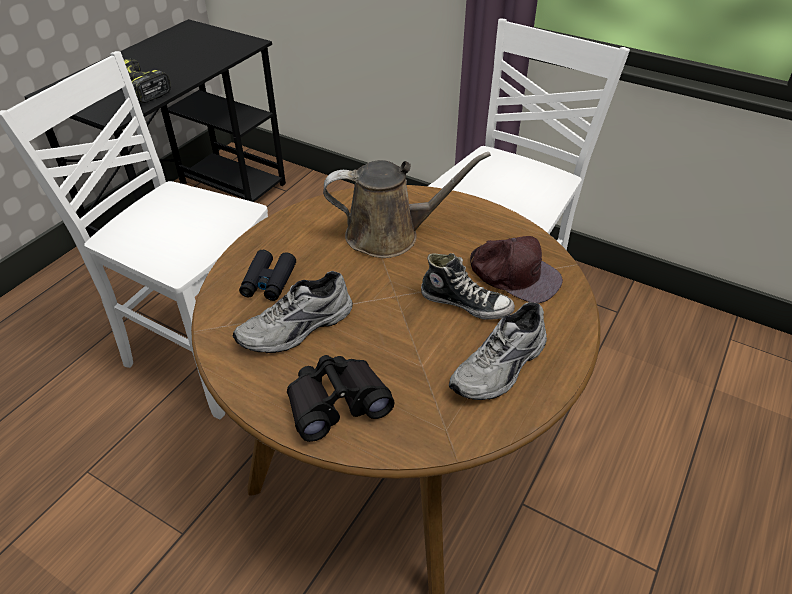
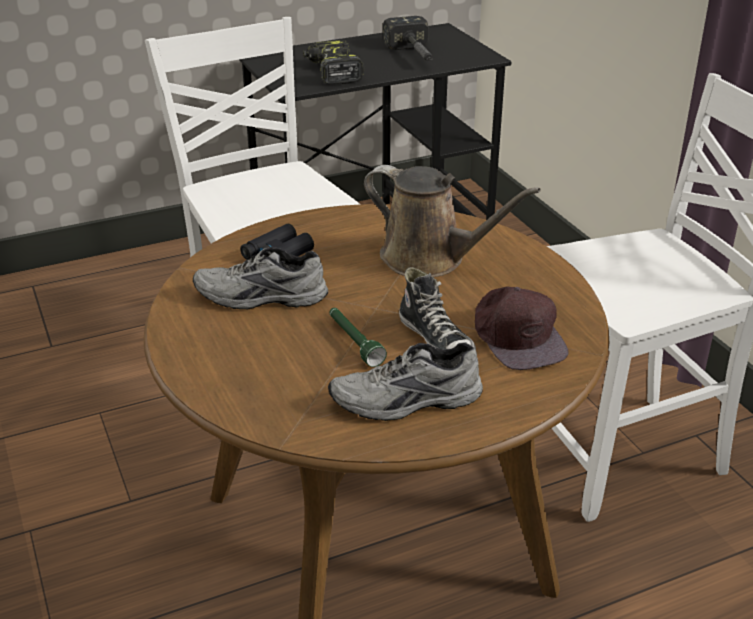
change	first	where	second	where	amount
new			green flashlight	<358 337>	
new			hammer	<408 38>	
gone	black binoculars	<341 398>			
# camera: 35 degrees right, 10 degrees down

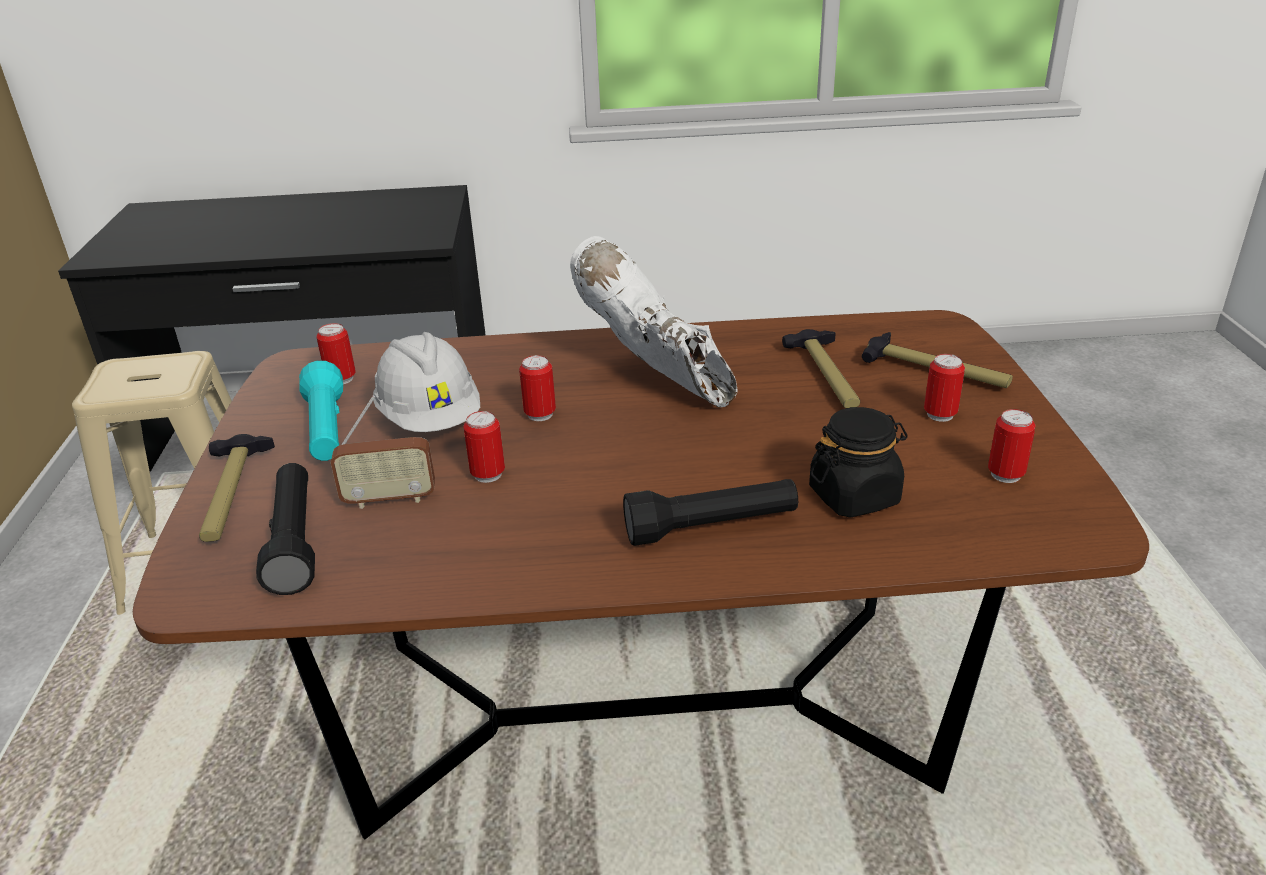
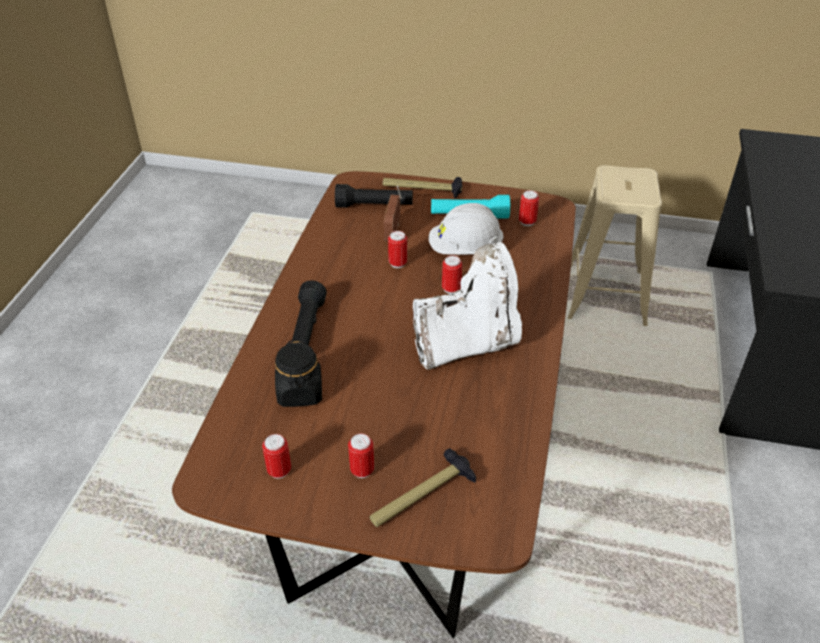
change	first	where	second	where	amount
gone	hammer	<821 368>			
# camera: 105 degrees right, 10 degrees up

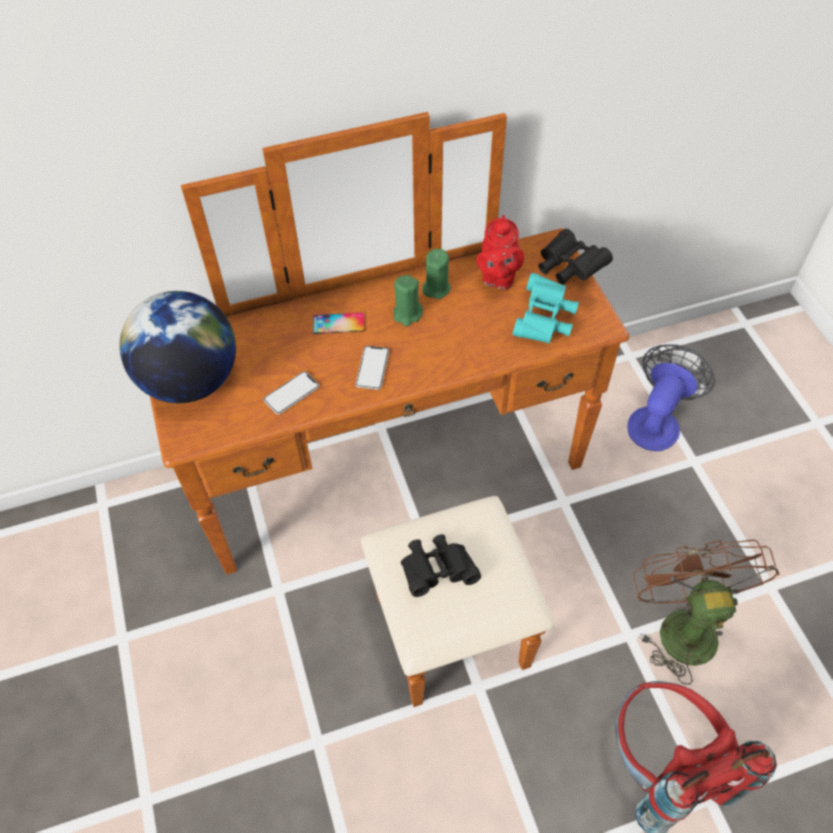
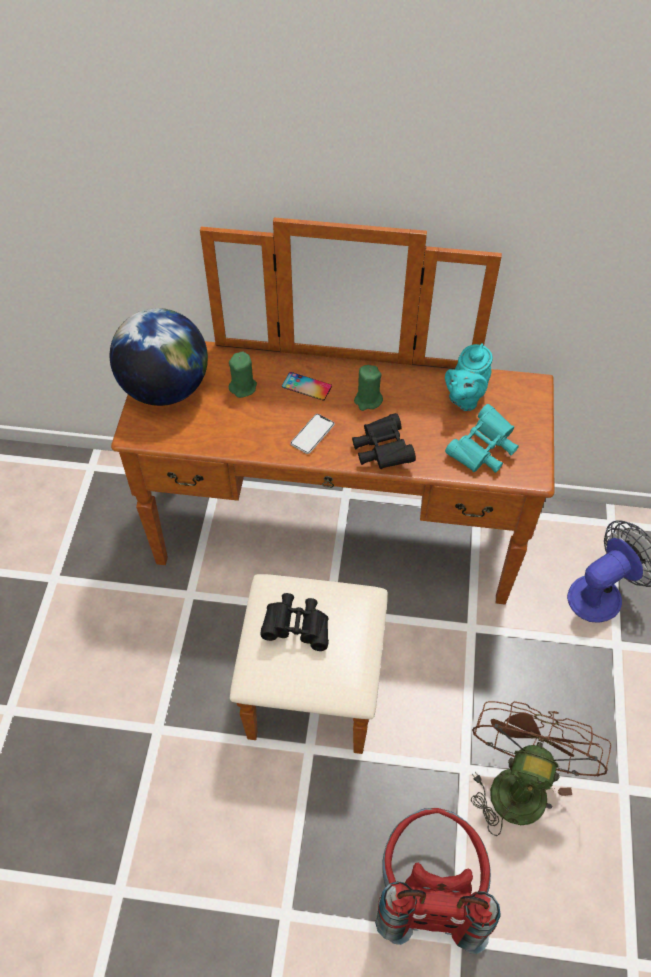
change	first	where	second	where	amount
shifted	green candle	<436 274>		<243 375>	
shifted	black binoculars	<575 256>		<384 441>	
repainted	red teapot	<500 252>	turquoise teapot	<469 377>	
gone	phone	<291 392>			
# camera: 25 degrees right, 0 degrees up

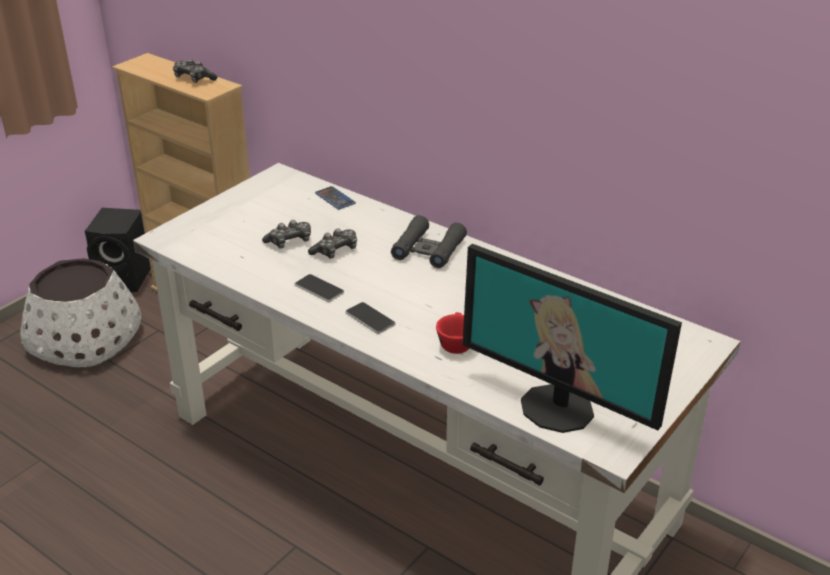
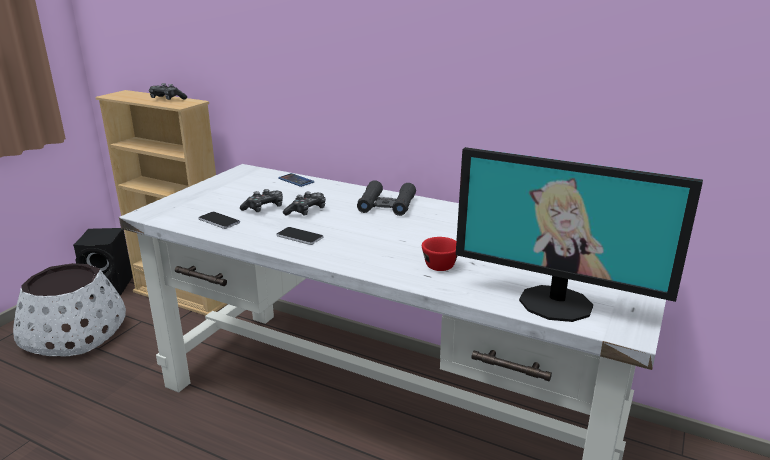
change	first	where	second	where	amount
shifted	phone	<370 318>		<219 220>	
# camera: 10 degrees left, 10 degrees down

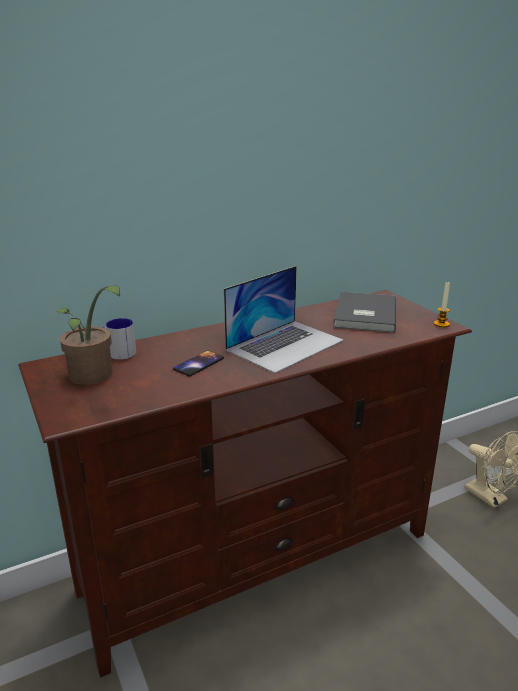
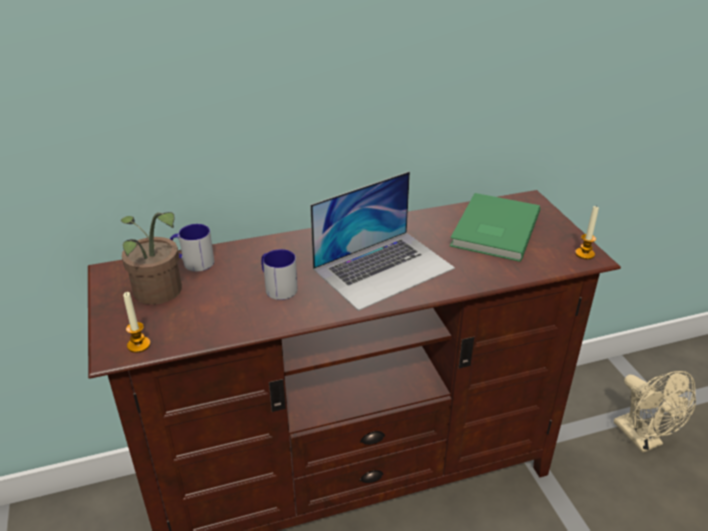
change	first	where	second	where	amount
new			candle	<137 322>	
swapped	phone	<198 363>	mug	<279 274>	
repainted	grey book	<364 312>	green book	<495 227>	
# camera: 10 degrees right, 10 degrees up

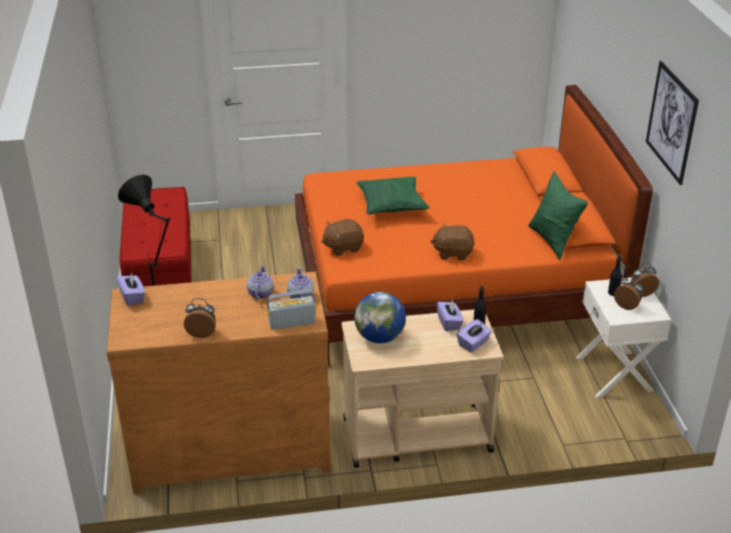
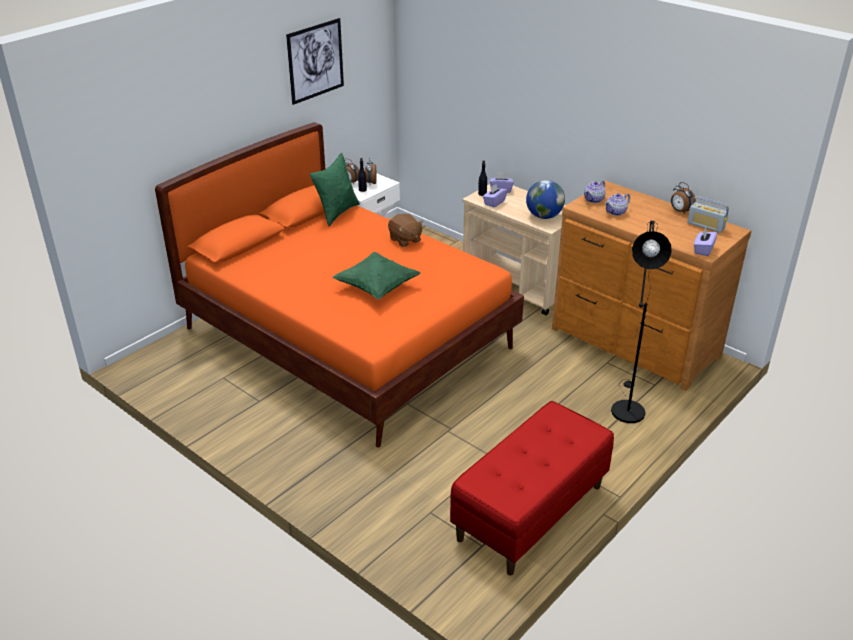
change	first	where	second	where	amount
shifted	radio	<291 309>		<708 214>	
gone	brown plush toy	<342 237>			
# camera: 130 degrees left, 0 degrees up

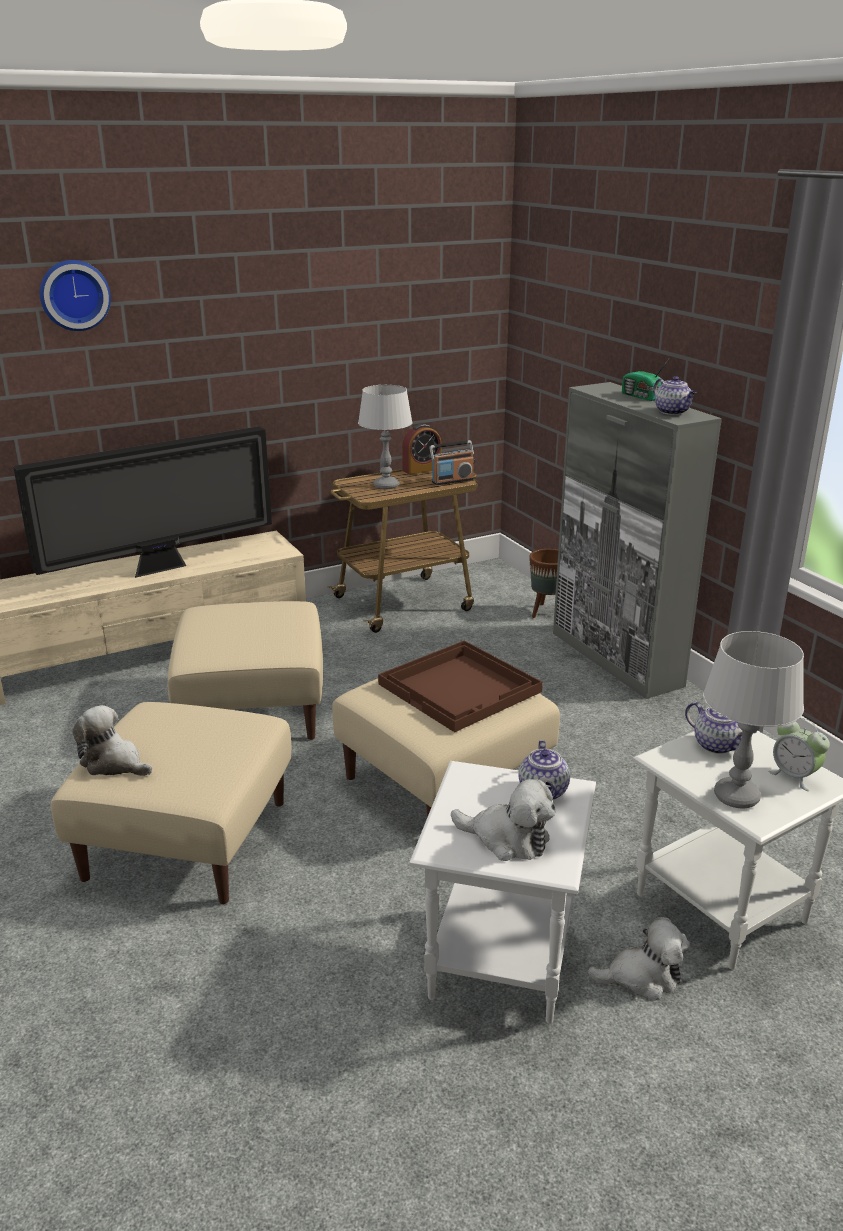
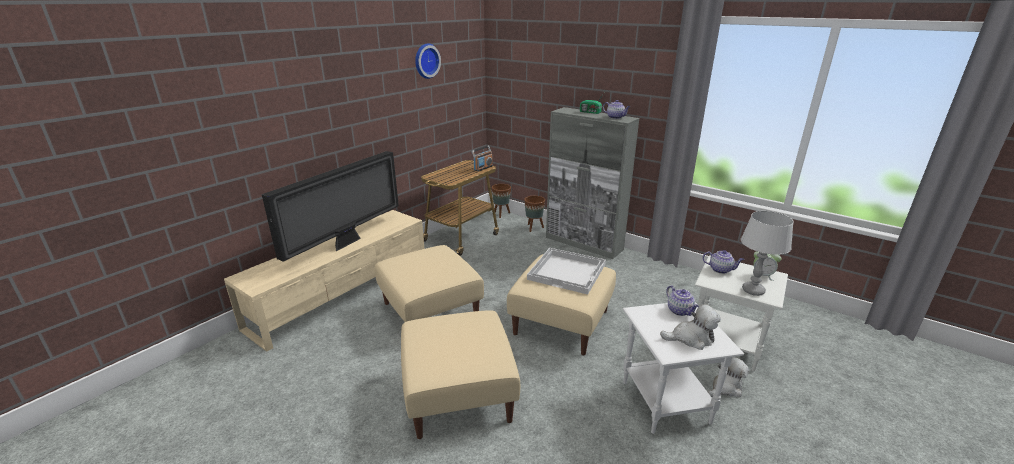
change	first	where	second	where	amount
shifted	wall clock	<75 295>		<428 61>	
new			brown planter	<501 201>	
repainted	brown tray	<460 686>	white tray	<566 271>	
gone	plush toy	<112 740>			
gone	grey table lamp	<385 437>			
gone	alarm clock	<421 449>			
# camera: 25 degrees left, 0 degrees up

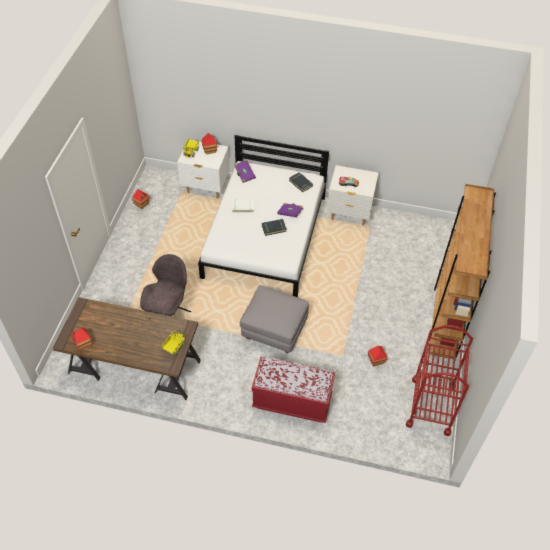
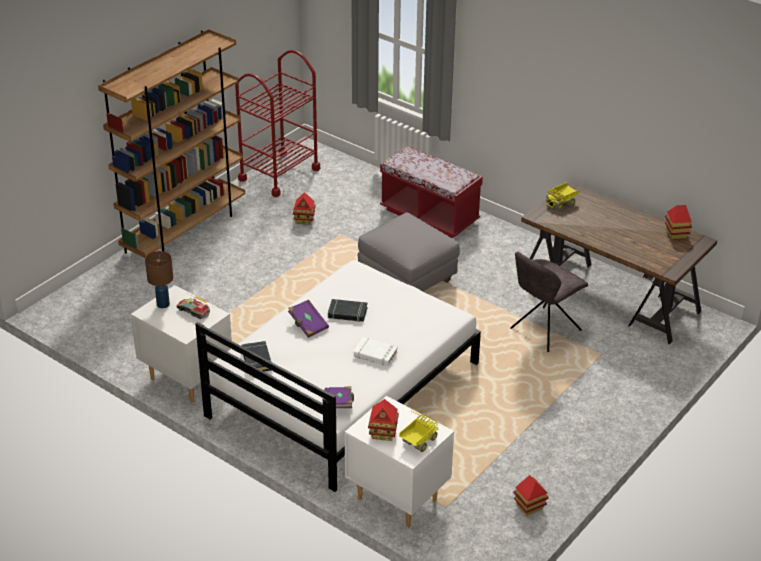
change	first	where	second	where	amount
new			brown table lamp	<159 279>	
# camera: 155 degrees left, 15 degrees down

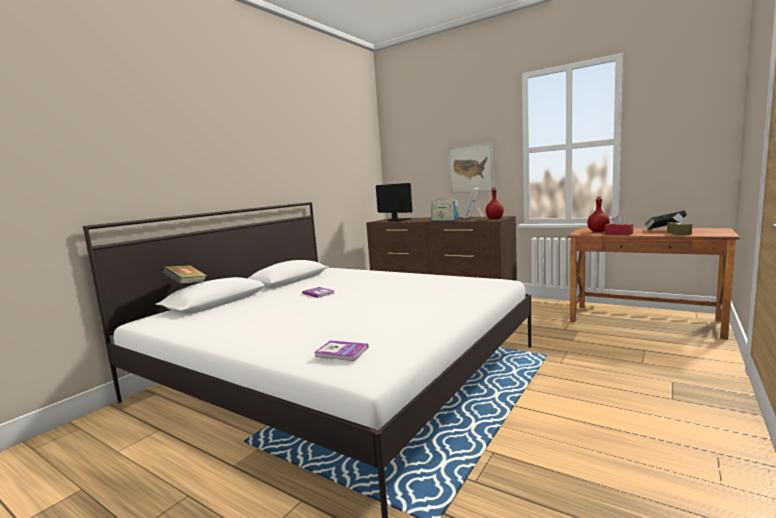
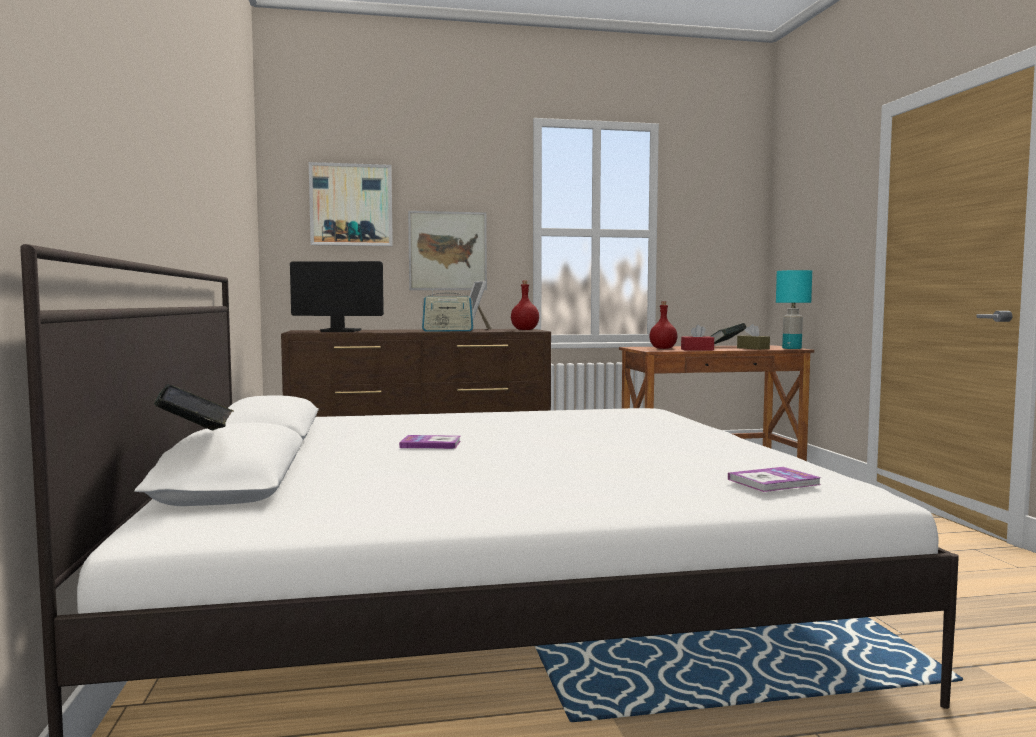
change	first	where	second	where	amount
new			picture	<351 204>	
new			turquoise table lamp	<794 309>	
# camera: 45 degrees left, 5 degrees down

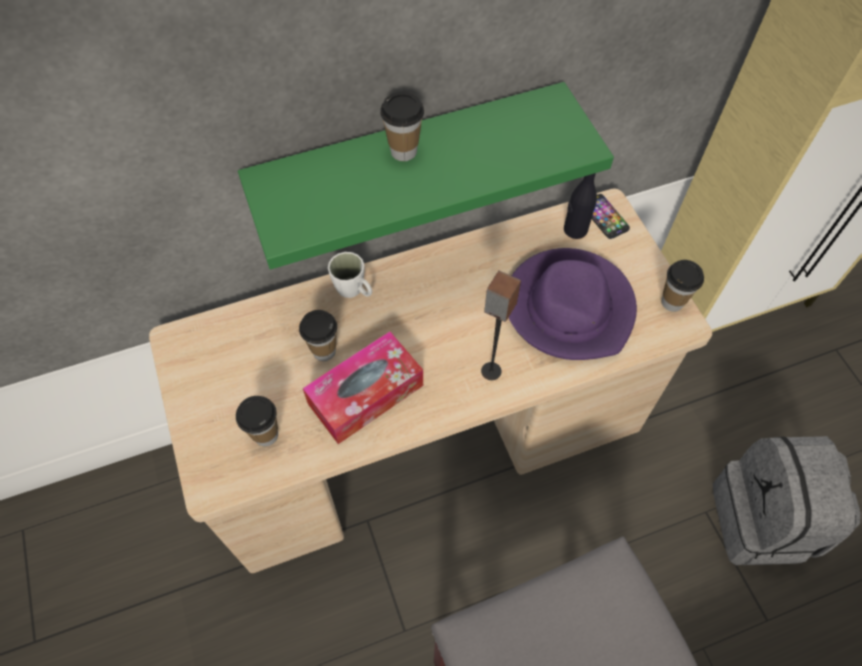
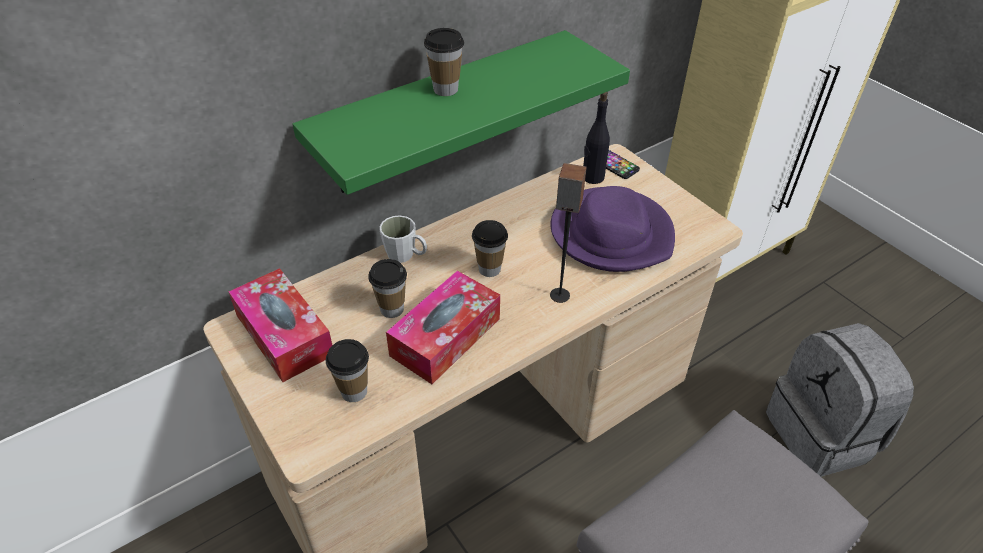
change	first	where	second	where	amount
new			tissue box	<280 325>	
shifted	cup	<682 286>		<490 248>	
# camera: 15 degrees left, 15 degrees down

